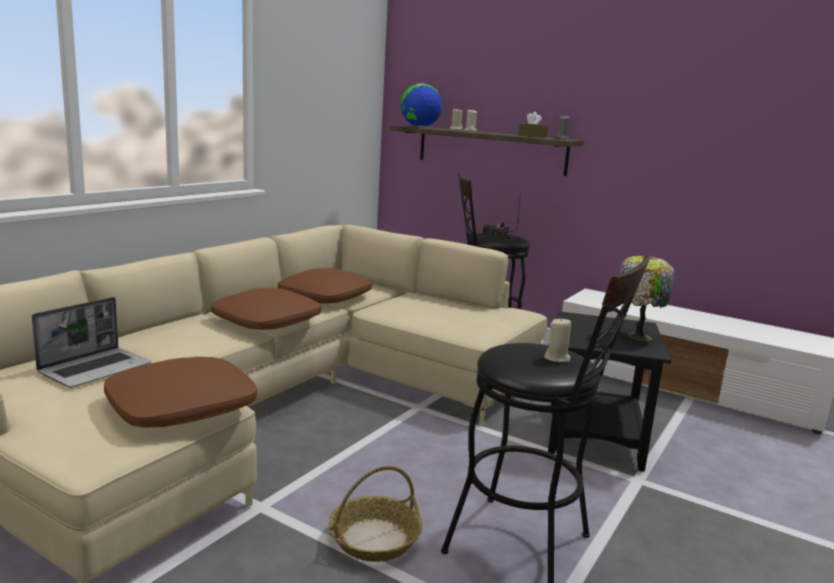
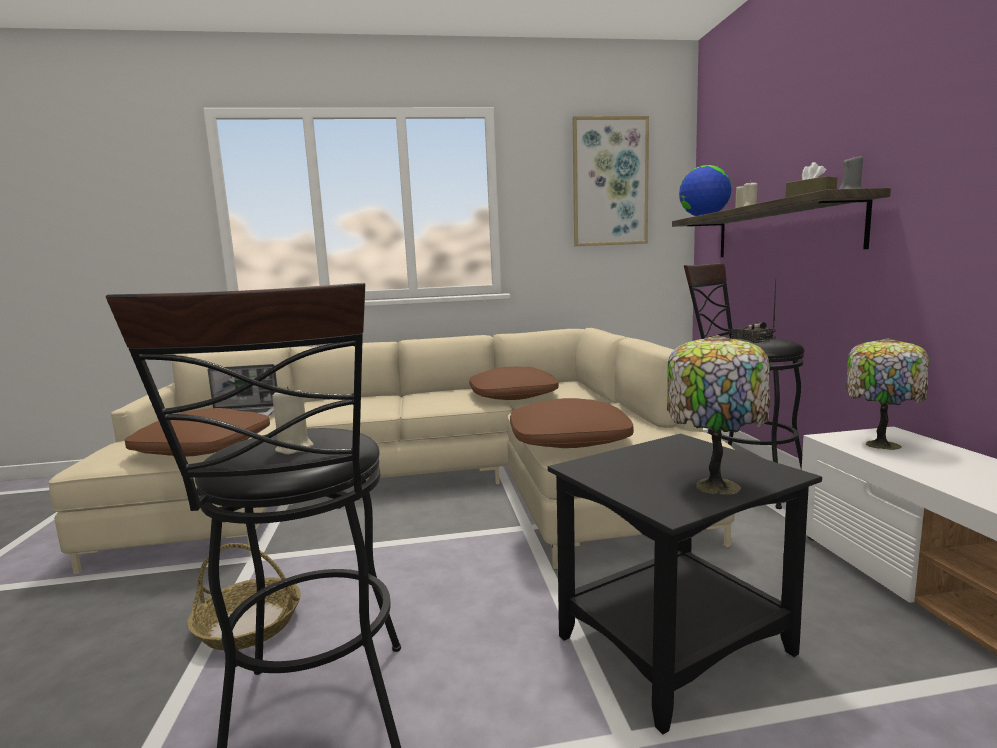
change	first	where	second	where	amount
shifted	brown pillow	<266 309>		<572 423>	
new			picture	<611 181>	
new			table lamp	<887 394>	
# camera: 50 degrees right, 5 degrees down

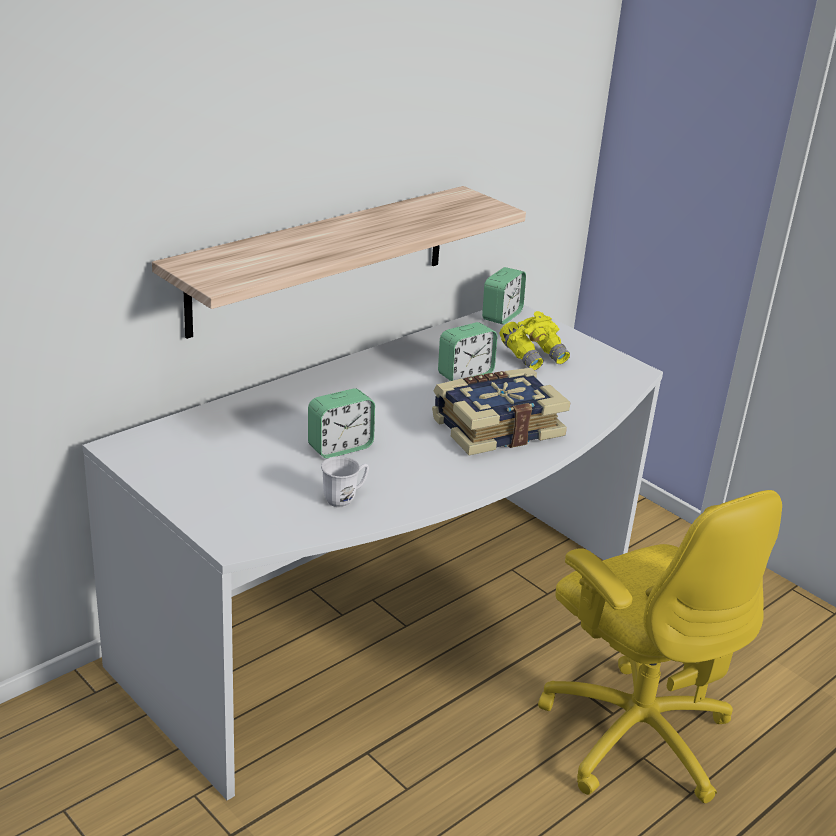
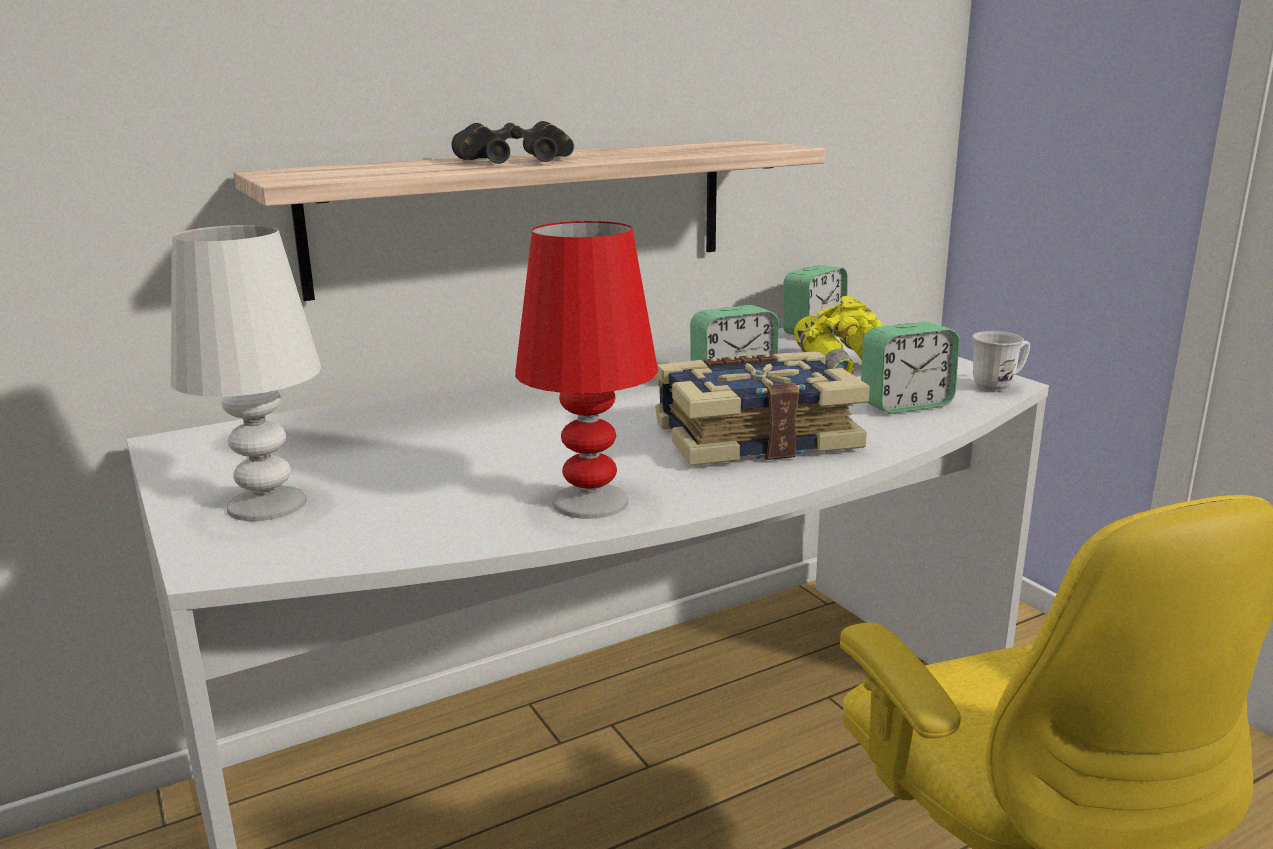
change	first	where	second	where	amount
new			white table lamp	<246 373>	
new			black binoculars	<512 142>	
new			red table lamp	<586 370>	
shifted	alarm clock	<341 423>		<910 367>	
shifted	white mug	<345 482>		<1001 361>	
# camera: 15 degrees right, 10 degrees down

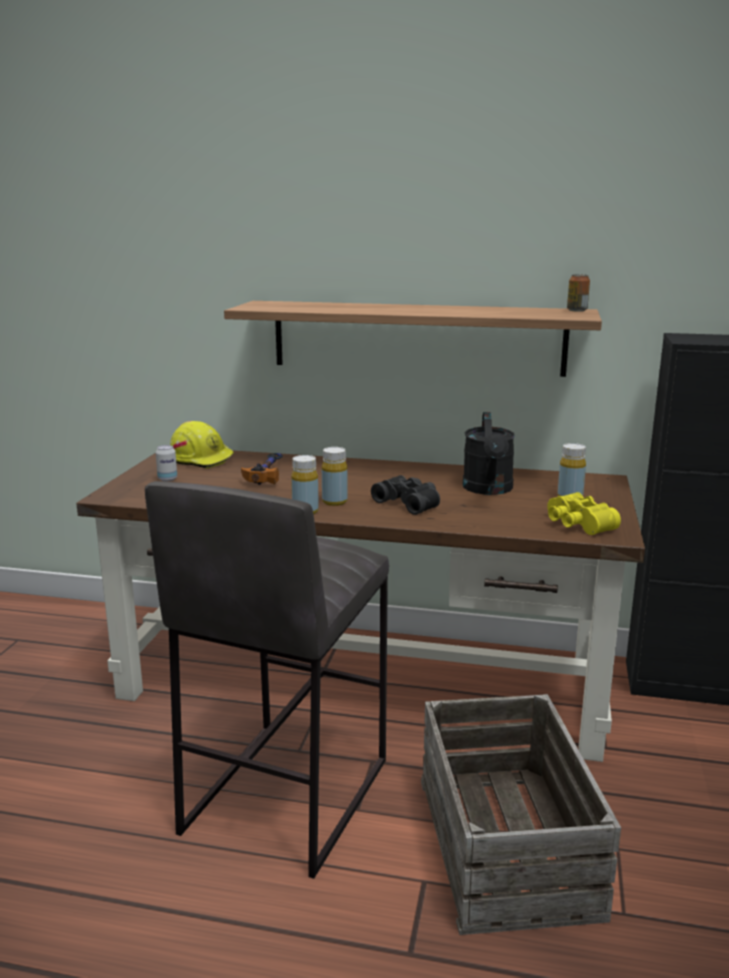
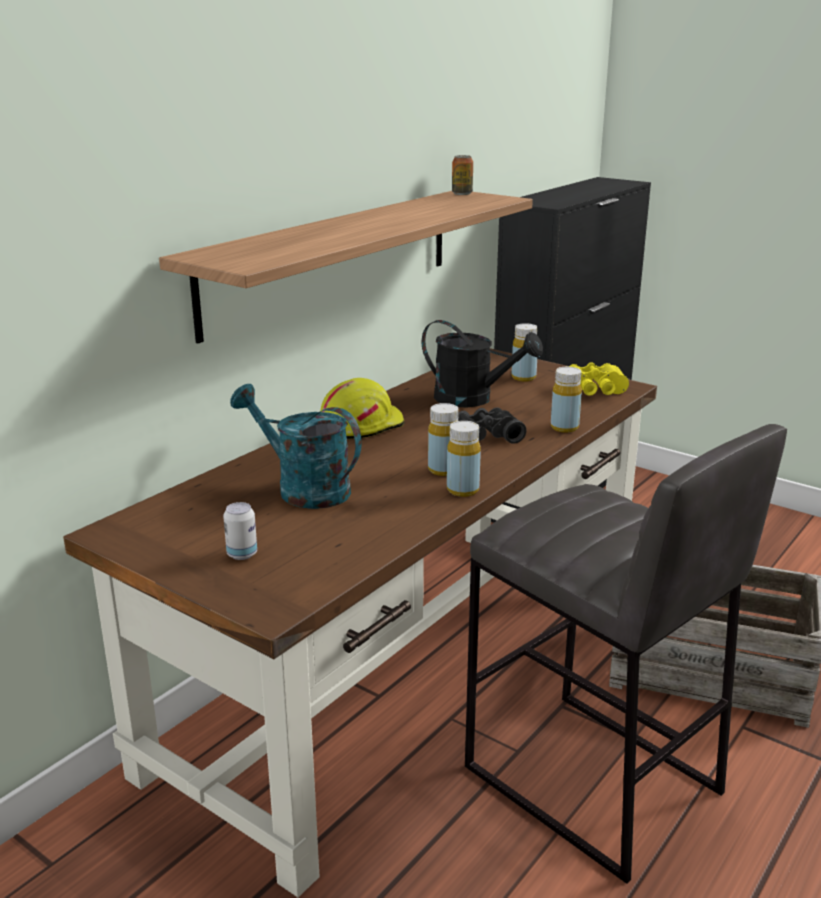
change	first	where	second	where	amount
swapped	hammer	<262 469>	turquoise watering can	<296 446>	
shifted	yellow hard hat	<202 445>		<363 408>	
new			yellow bottle	<566 400>	
# camera: 65 degrees left, 5 degrees up

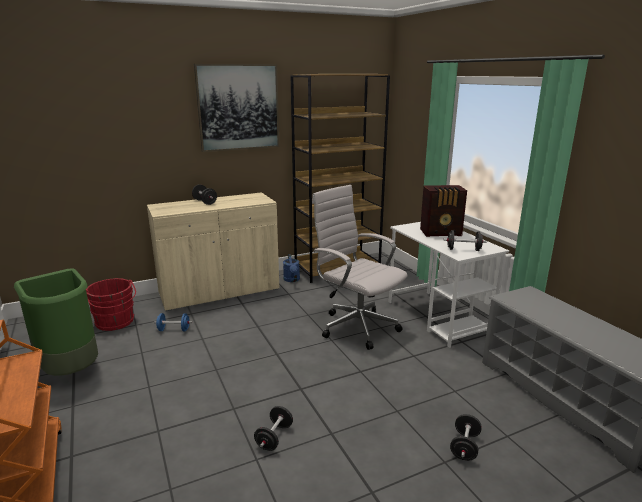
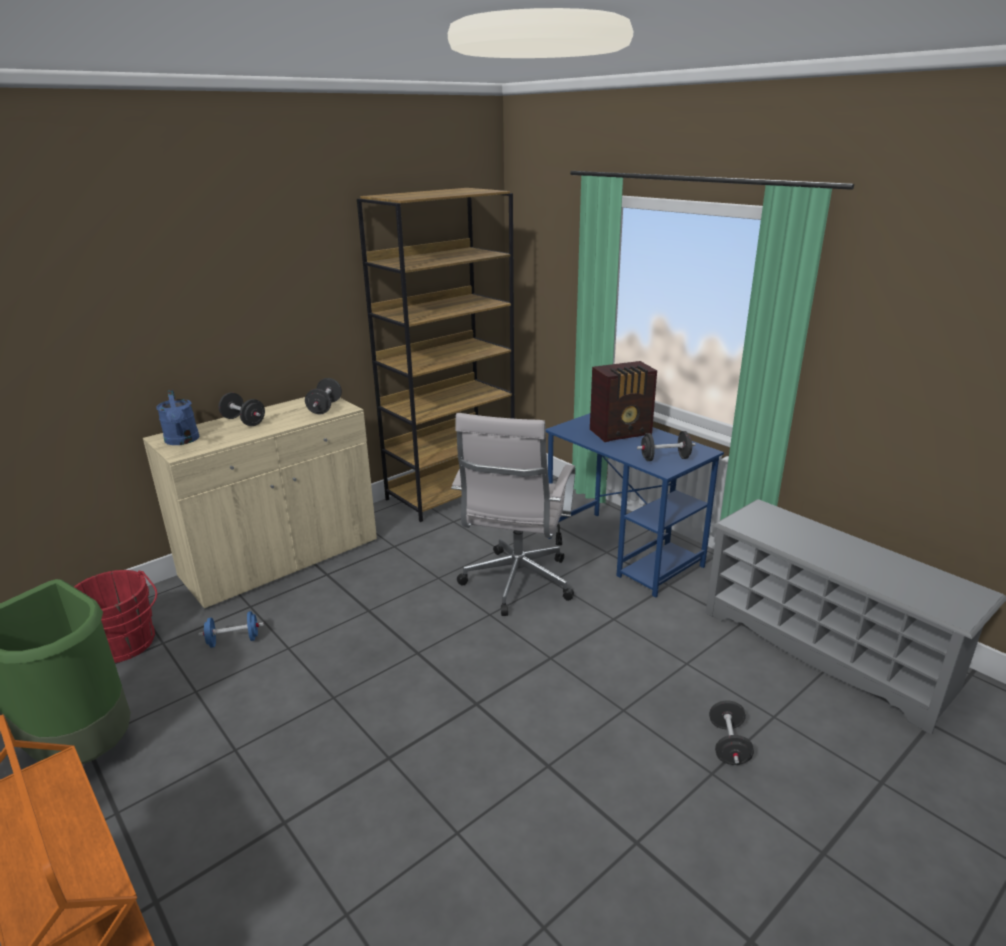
change	first	where	second	where	amount
shifted	blue watering can	<291 268>		<178 417>	
shifted	black dumbbell	<273 428>		<323 396>	
rotated	white office chair	<360 267>		<513 514>	105 degrees counterclockwise
repainted	white desk	<449 285>	blue desk	<635 505>	
gone	picture	<236 108>			
# camera: 15 degrees left, 5 degrees up

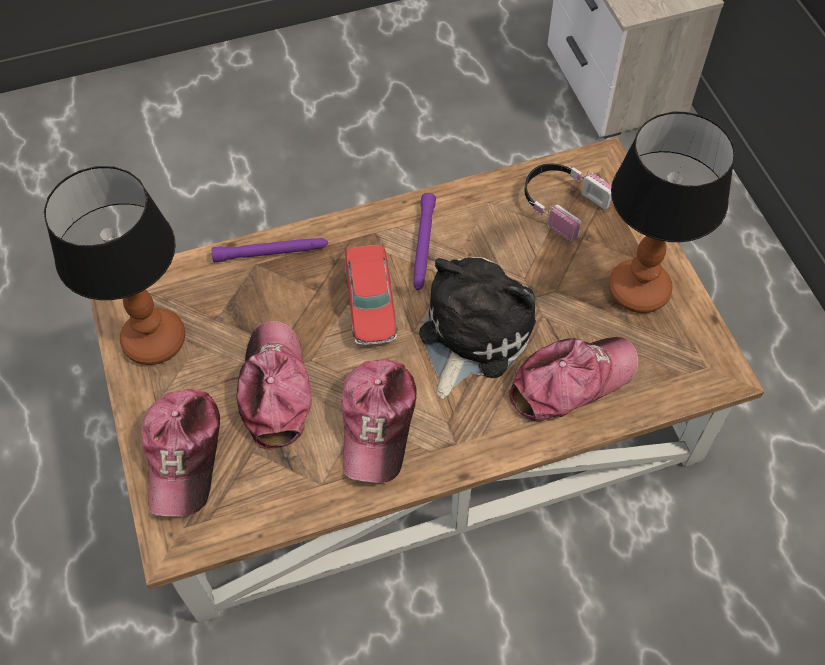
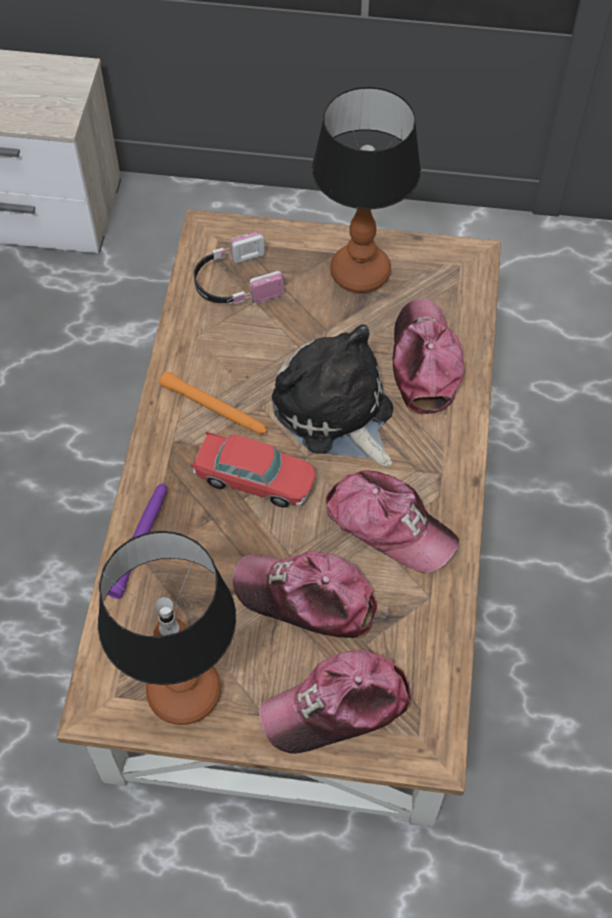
change	first	where	second	where	amount
repainted	purple flashlight	<424 241>	orange flashlight	<213 402>	
rotated	cap	<180 453>		<335 702>	135 degrees clockwise
# camera: 65 degrees left, 0 degrees up

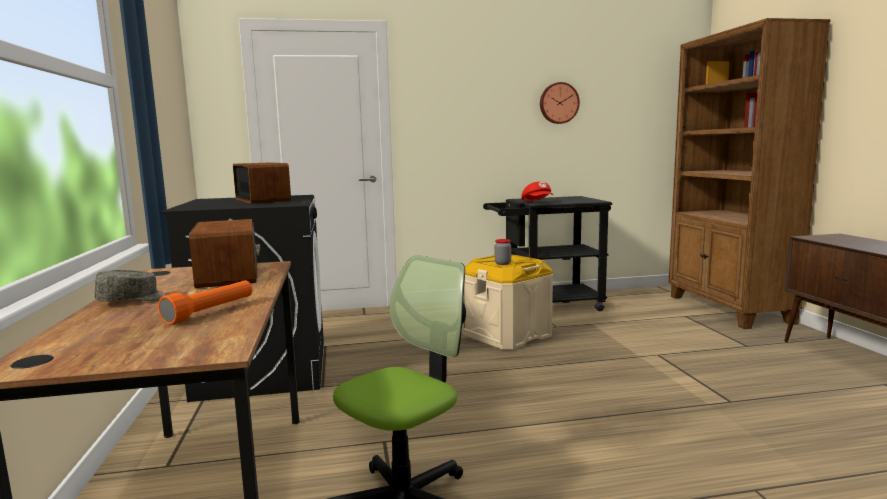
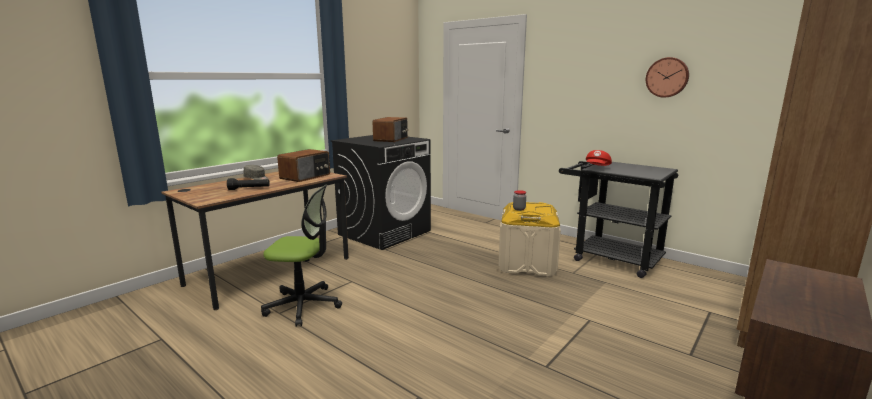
change	first	where	second	where	amount
repainted	orange flashlight	<205 302>	black flashlight	<248 184>	
# camera: 50 degrees right, 5 degrees up

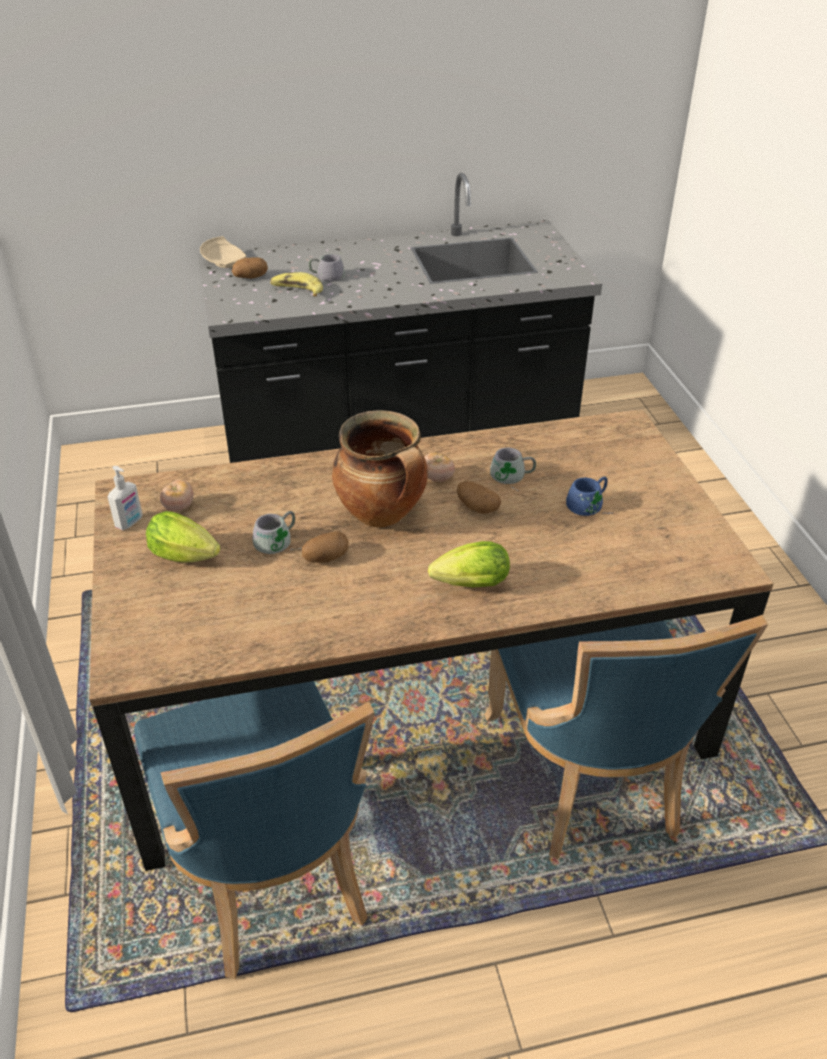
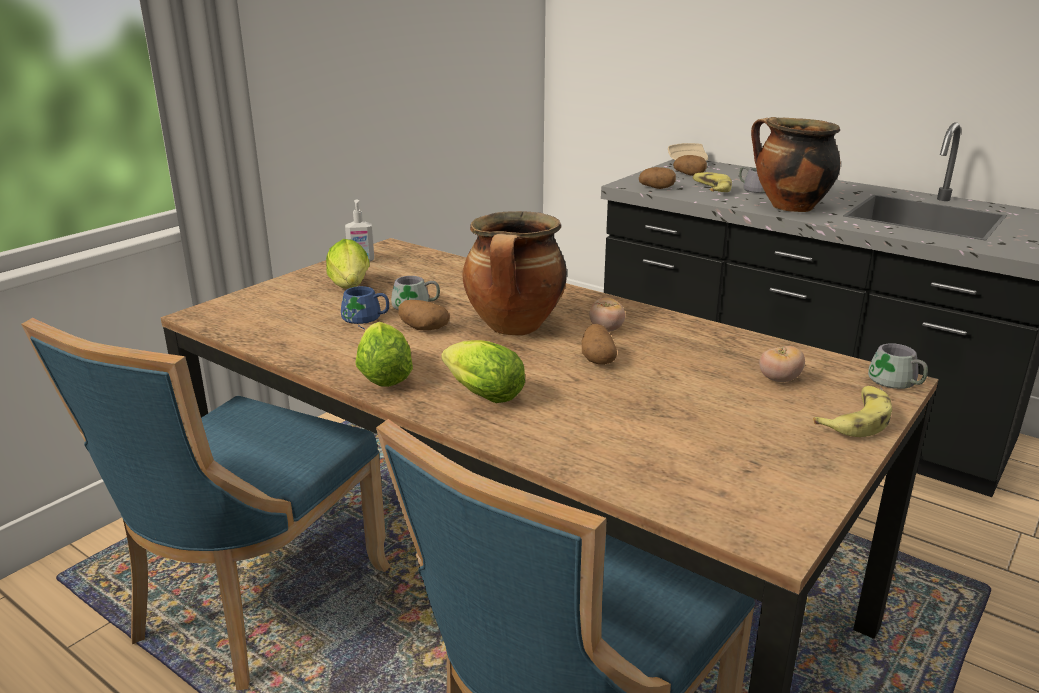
change	first	where	second	where	amount
shifted	blue mug	<590 496>		<365 308>	
new			lettuce	<384 354>	
new			potato	<657 178>	
new			cooking pot	<796 164>	
shifted	tomato	<177 496>		<782 364>	
new			banana	<852 411>	
shifted	grey mug	<513 469>		<898 367>	
# camera: 50 degrees right, 15 degrees down

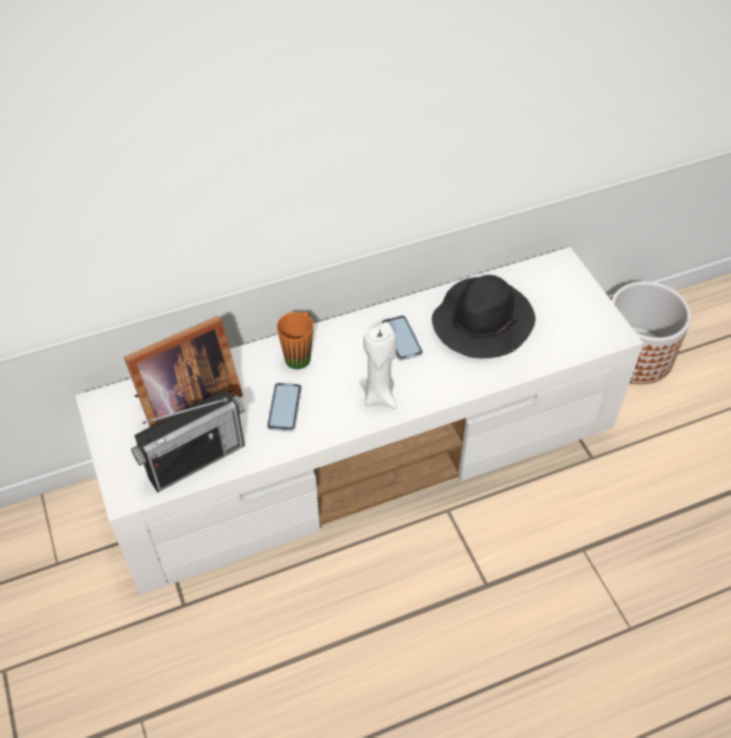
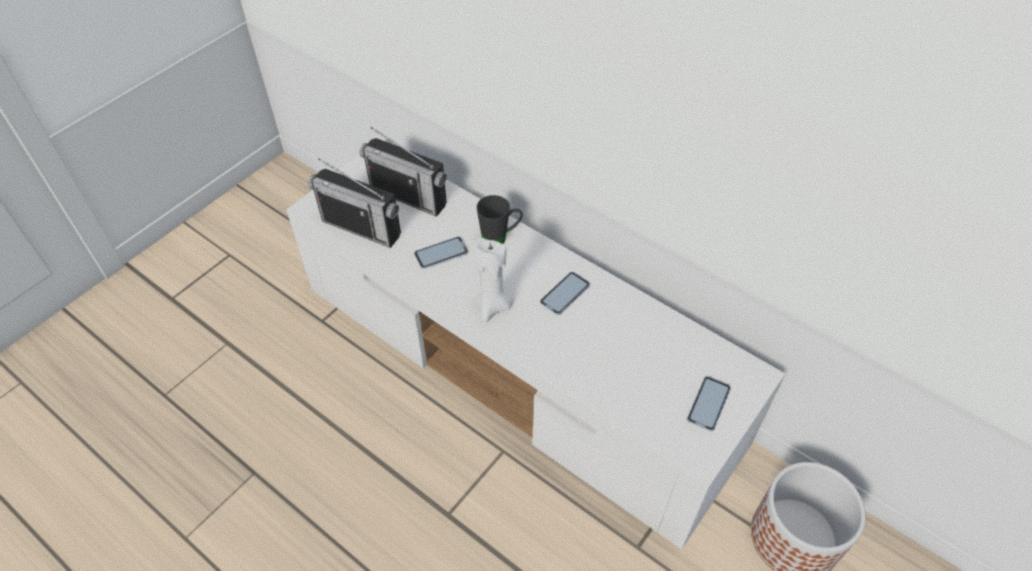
change	first	where	second	where	amount
swapped	picture frame	<183 371>	radio	<403 172>	
repainted	orange mug	<295 340>	black mug	<500 219>	
new			phone	<709 404>	
gone	black hat	<484 317>			
# camera: 60 degrees right, 0 degrees up

